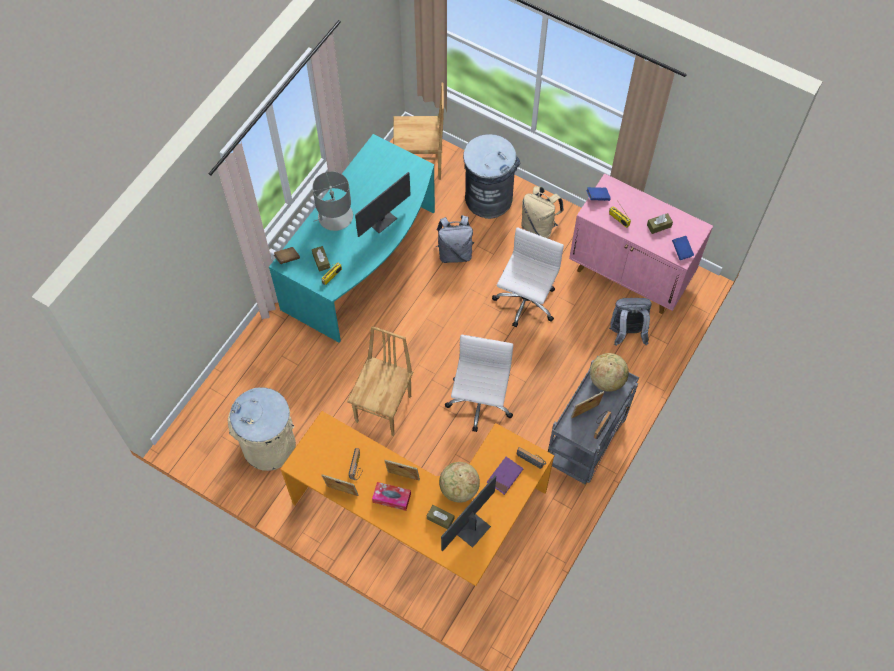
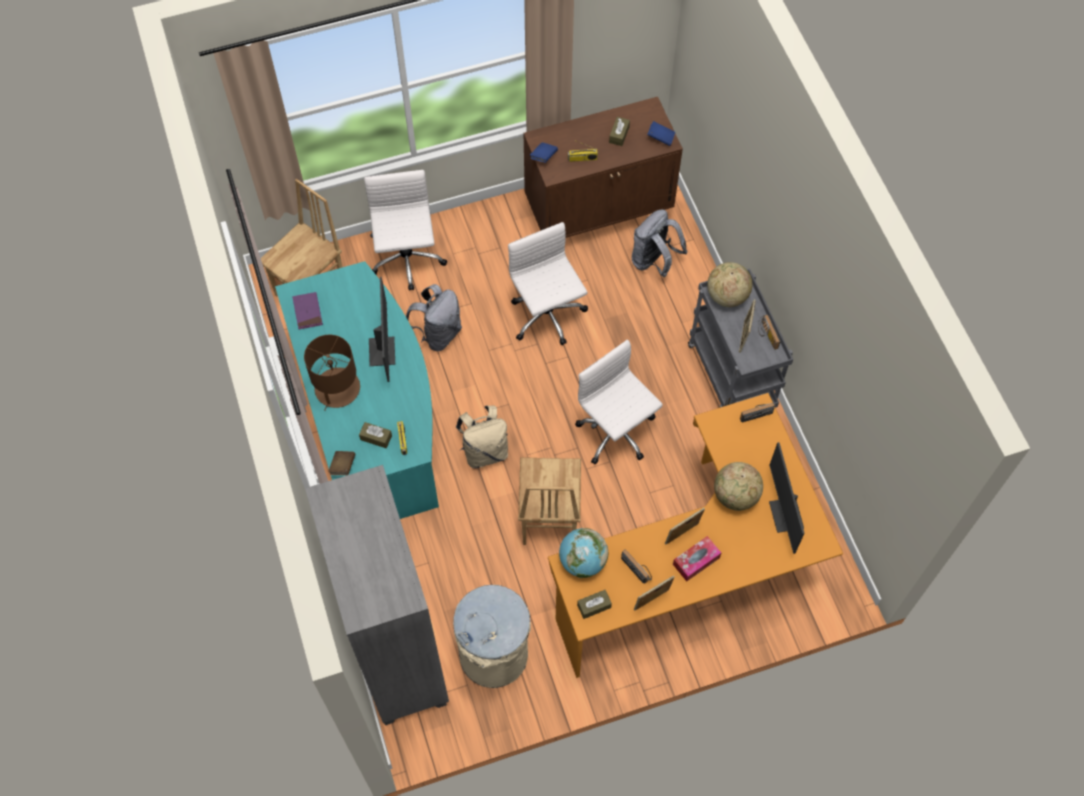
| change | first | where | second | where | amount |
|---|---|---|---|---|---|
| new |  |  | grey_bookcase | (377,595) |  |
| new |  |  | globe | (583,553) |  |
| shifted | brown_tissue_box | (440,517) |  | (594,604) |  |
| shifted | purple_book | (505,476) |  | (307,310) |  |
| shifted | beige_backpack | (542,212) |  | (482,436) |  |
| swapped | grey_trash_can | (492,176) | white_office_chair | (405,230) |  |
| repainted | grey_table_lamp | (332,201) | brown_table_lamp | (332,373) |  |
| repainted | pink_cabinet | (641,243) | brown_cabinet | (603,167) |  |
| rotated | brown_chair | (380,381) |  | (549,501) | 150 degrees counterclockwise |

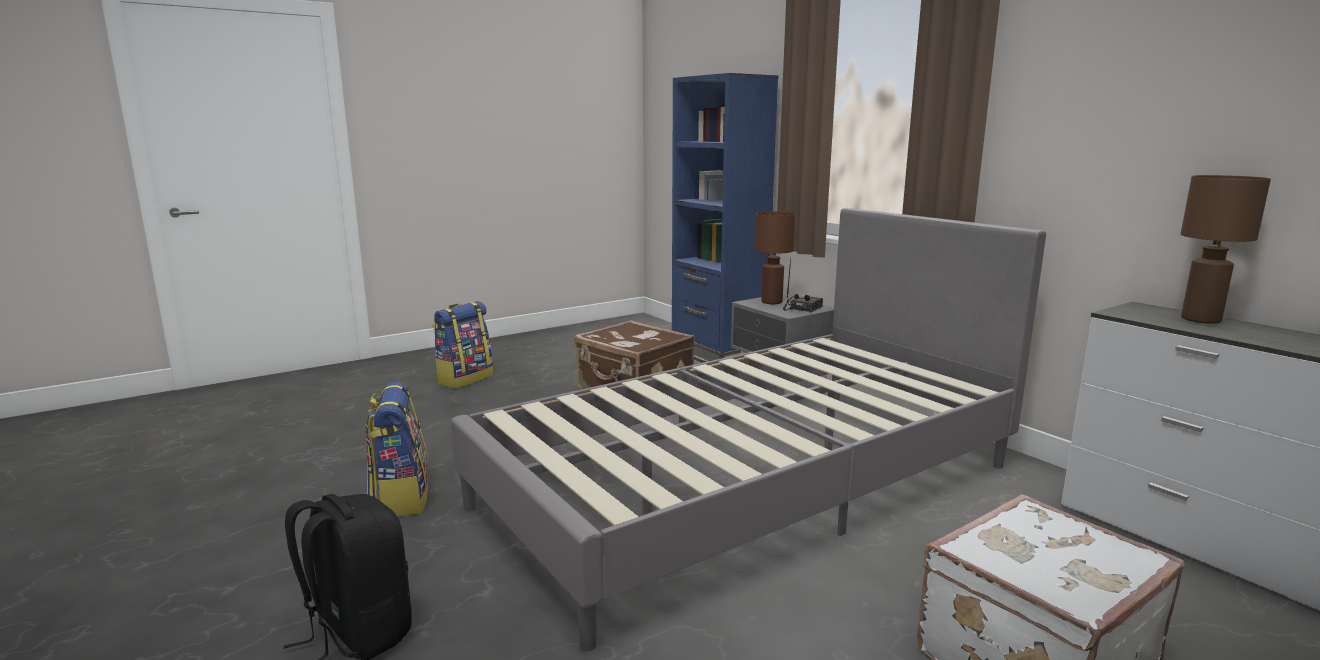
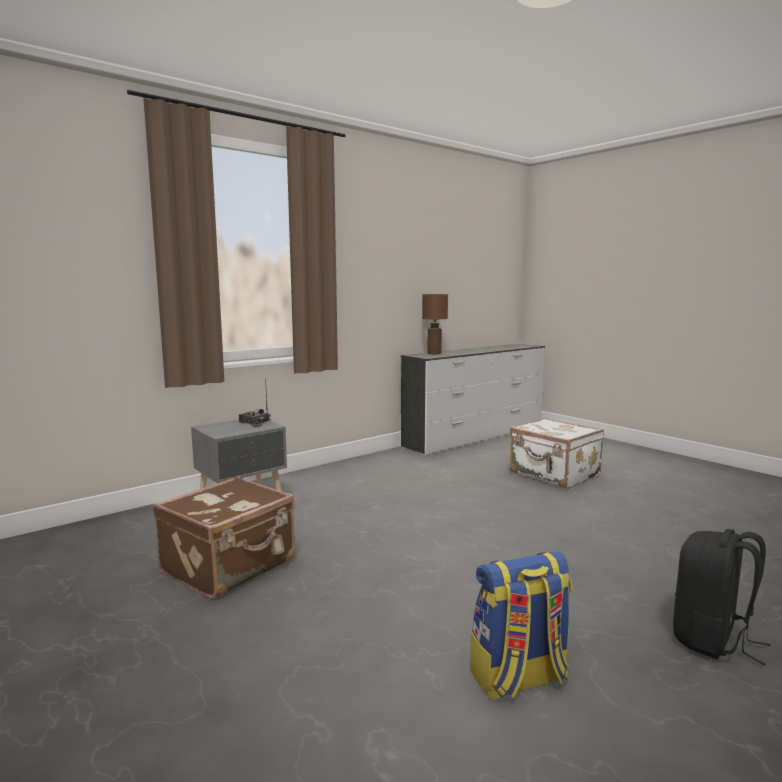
| change | first | where | second | where | amount |
|---|---|---|---|---|---|
| gone | backpack | (463,345) |  |  |  |
| gone | grey_bed | (748,430) |  |  |  |
| gone | blue_bookcase | (725,218) |  |  |  |
| gone | brown_table_lamp | (775,257) |  |  |  |

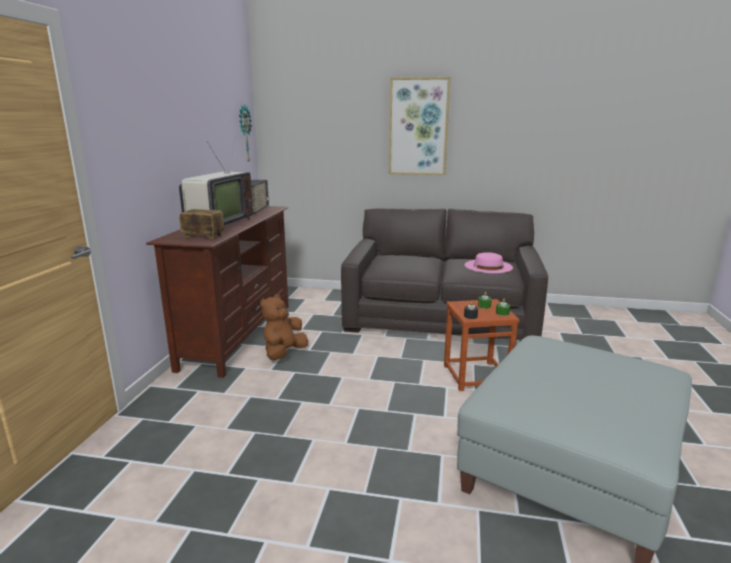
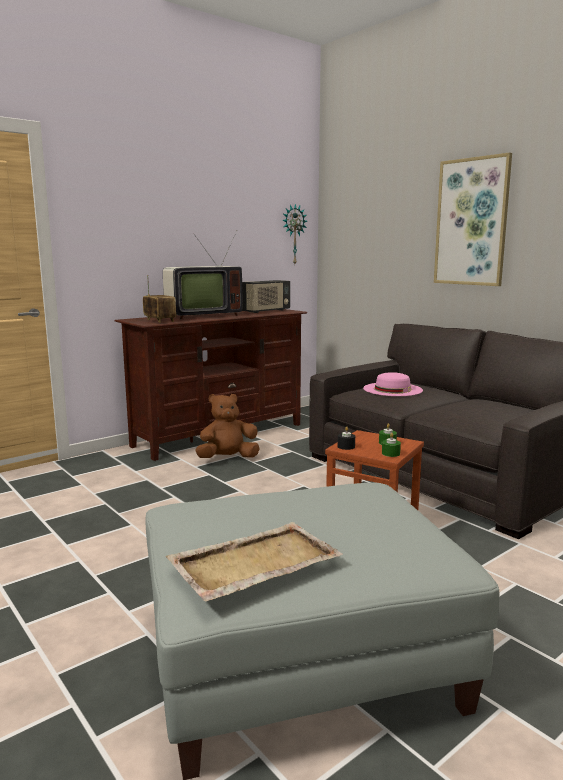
| change | first | where | second | where | amount |
|---|---|---|---|---|---|
| new |  |  | beige_tray | (254,561) |  |
| shifted | pink_hat | (489,262) |  | (393,384) |  |

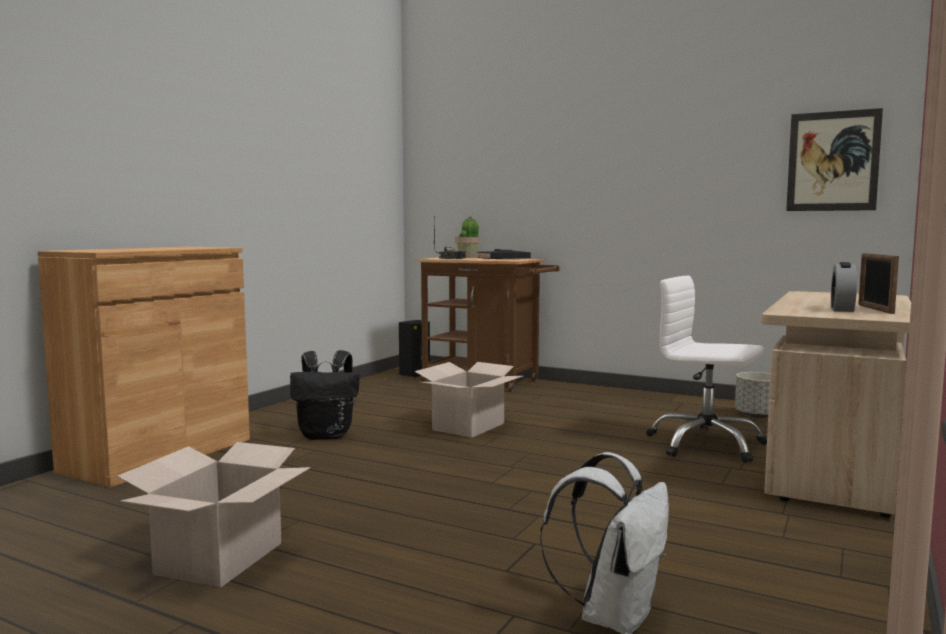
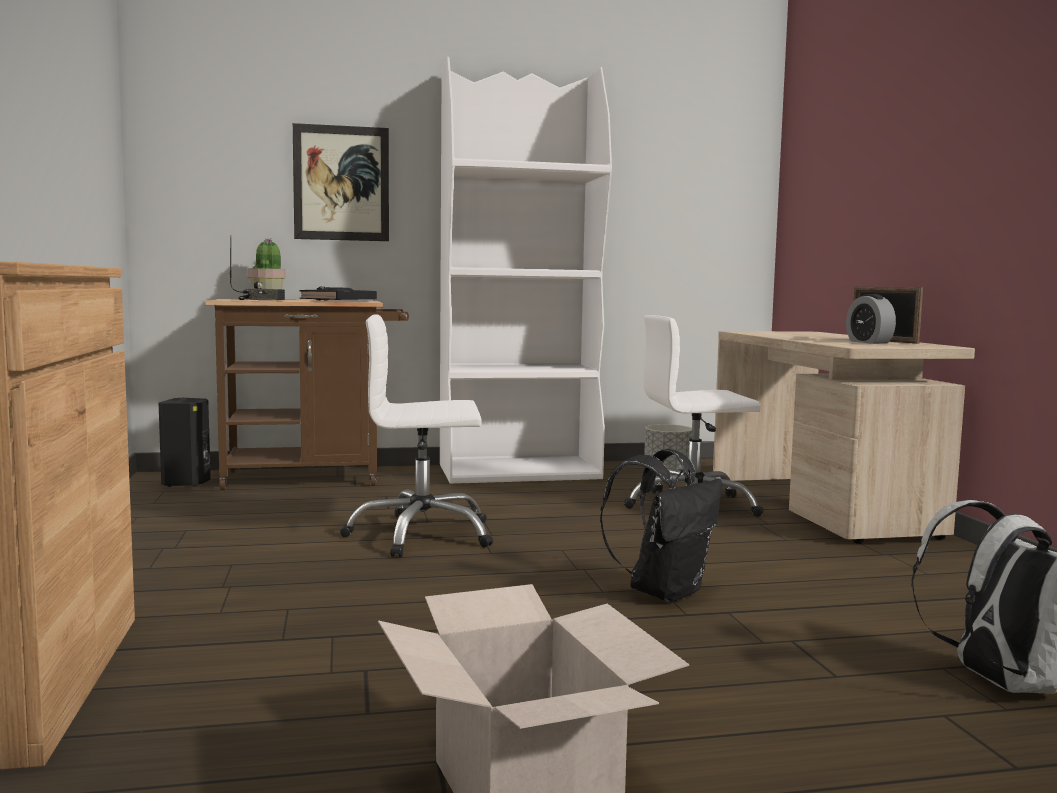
| change | first | where | second | where | amount |
|---|---|---|---|---|---|
| new |  |  | white_bookcase | (526,270) |  |
| shifted | black_backpack | (324,395) |  | (661,526) |  |
| shifted | picture | (834,159) |  | (341,182) |  |
| swapped | cardboard_box | (468,400) | white_office_chair | (416,435) |  |

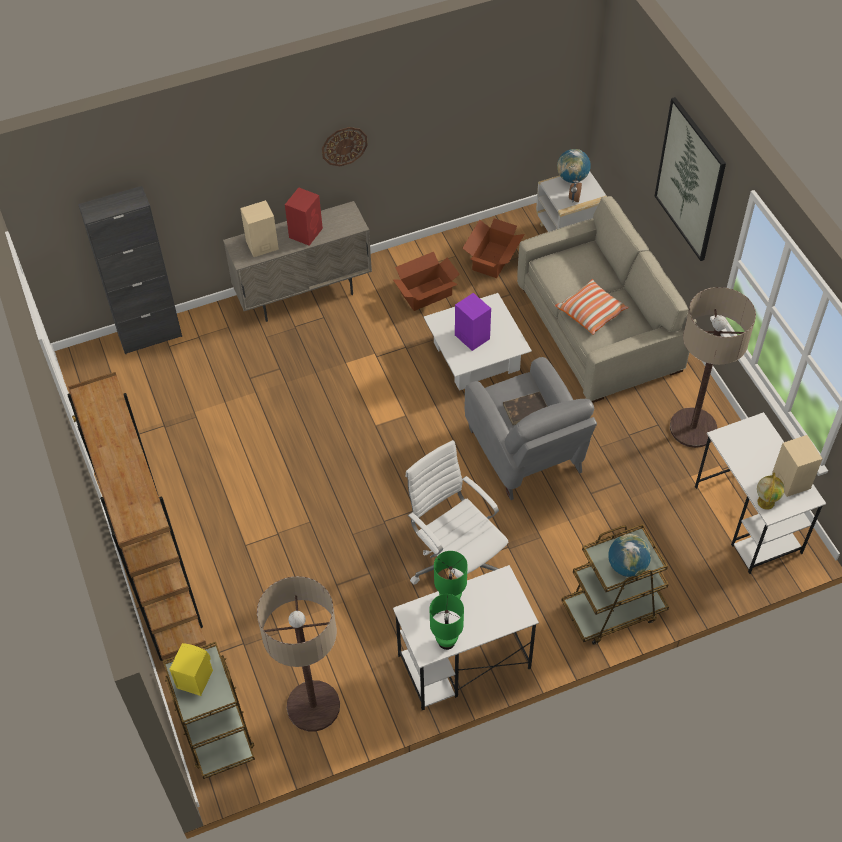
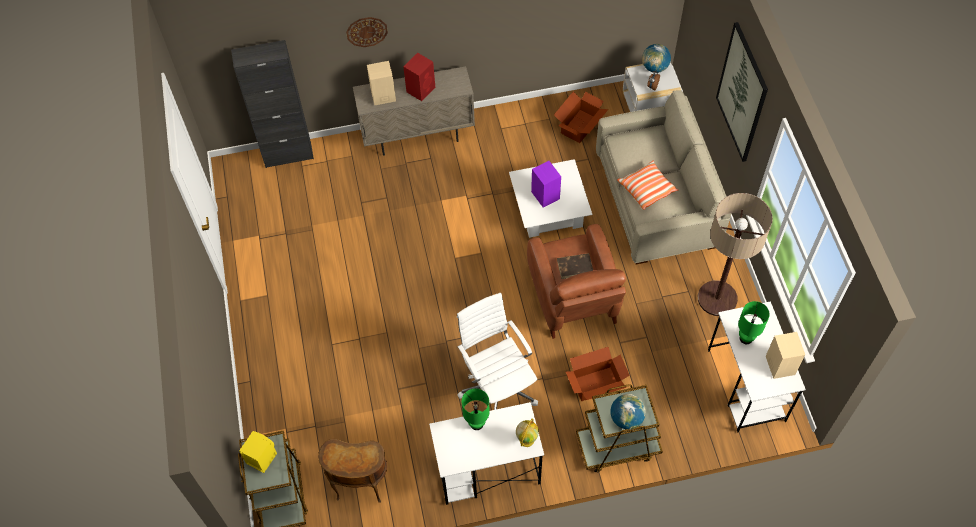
| change | first | where | second | where | amount |
|---|---|---|---|---|---|
| gone | brown_bookcase | (136,516) |  |  |  |
| shifted | wall_clock | (345,146) |  | (367,32) |  |
| shifted | cardboard_box | (426,281) |  | (598,374) |  |
| shifted | green_table_lamp | (447,622) |  | (754,322) |  |
| shifted | globe | (771,491) |  | (527,432) |  |
| swapped | floor_lamp | (298,654) | brown_side_table | (352,471) |  |
| repainted | grey_armchair | (531,428) | brown_armchair | (576,281) |  |

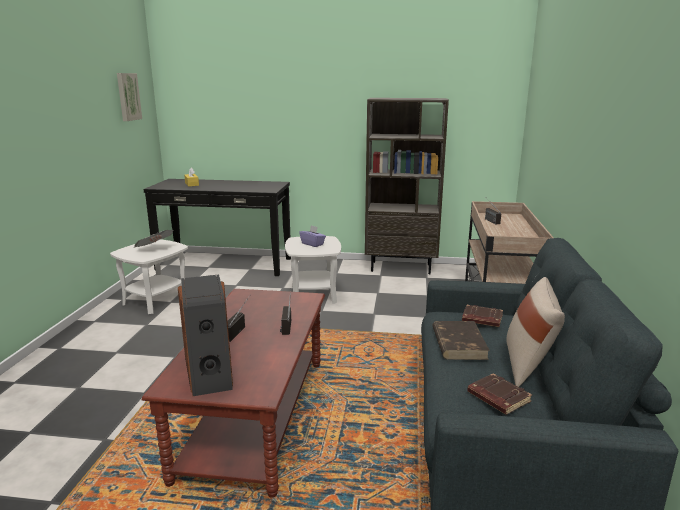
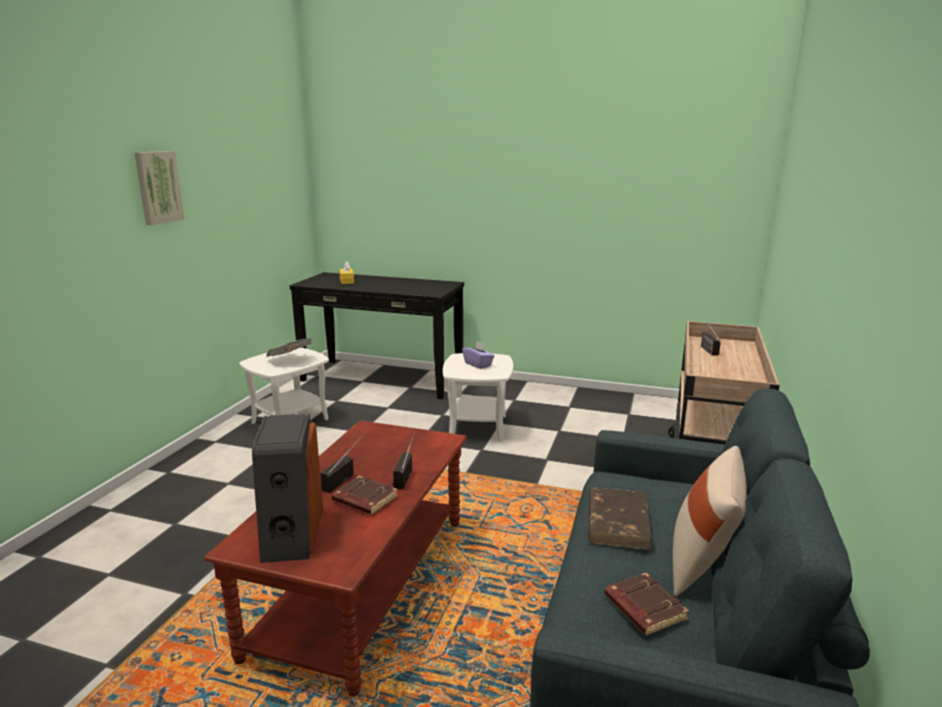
| change | first | where | second | where | amount |
|---|---|---|---|---|---|
| gone | brown_bookcase | (407,186) |  |  |  |
| shifted | picture | (129,97) |  | (159,188) |  |
| shifted | brown_book | (482,316) |  | (364,495) |  |

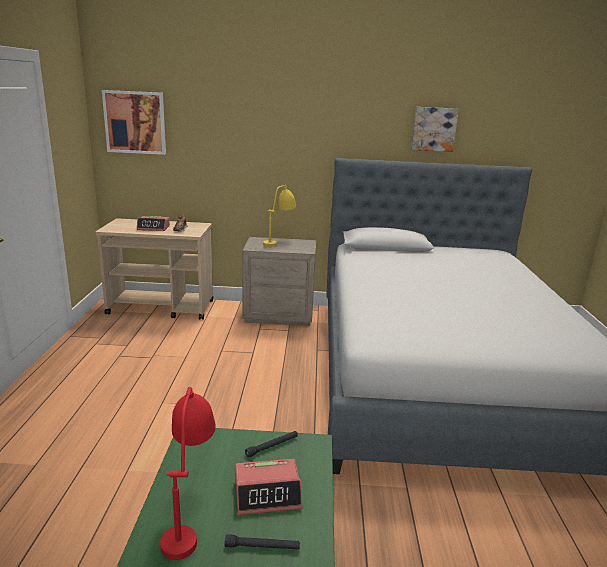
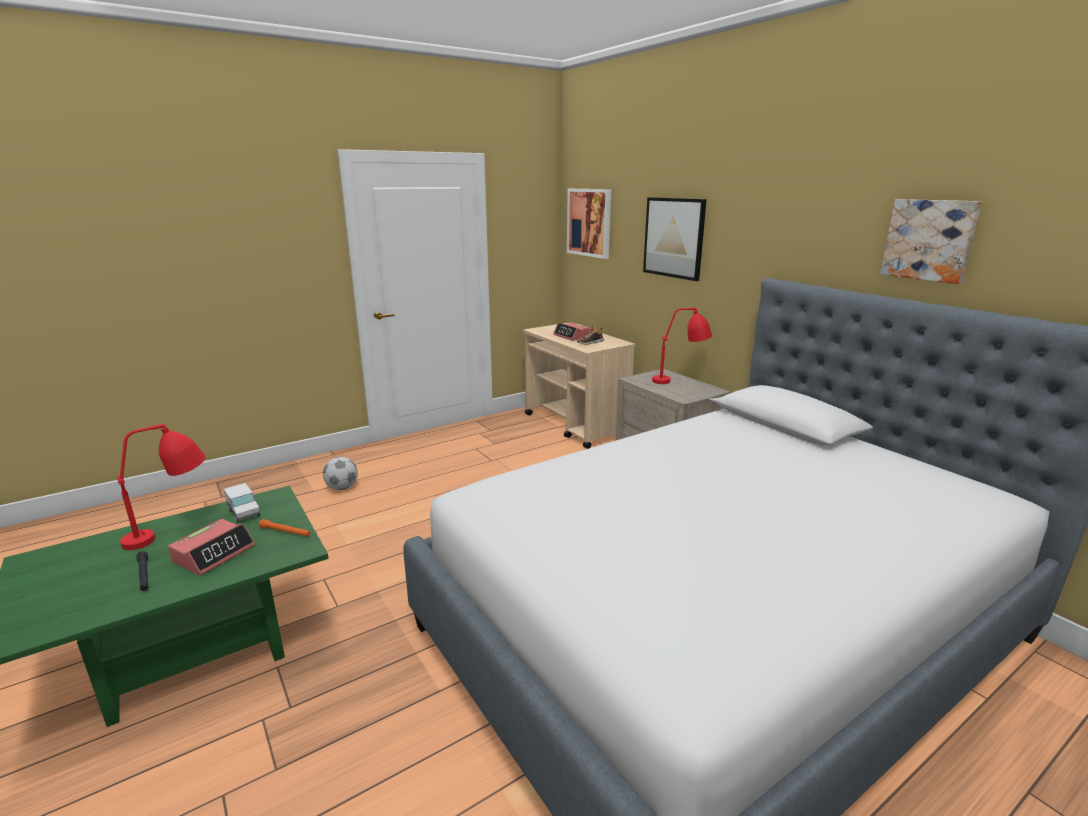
| change | first | where | second | where | amount |
|---|---|---|---|---|---|
| new |  |  | toy_truck | (242,502) |  |
| new |  |  | football | (340,473) |  |
| new |  |  | picture | (675,239) |  |
| repainted | black_flashlight | (271,444) | orange_flashlight | (284,528) |  |
| repainted | yellow_table_lamp | (279,216) | red_table_lamp | (682,346) |  |
| rotated | alarm_clock | (268,487) |  | (211,547) | 105 degrees counterclockwise |

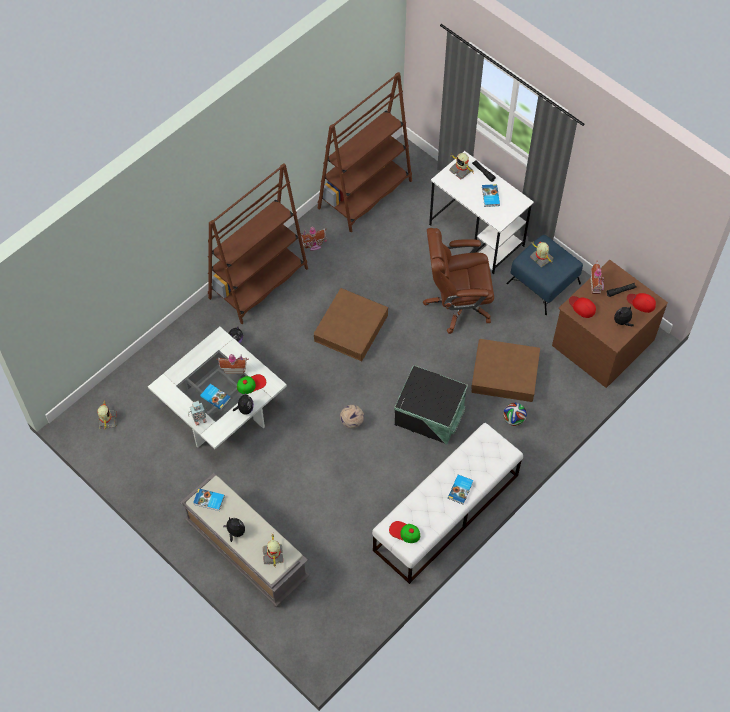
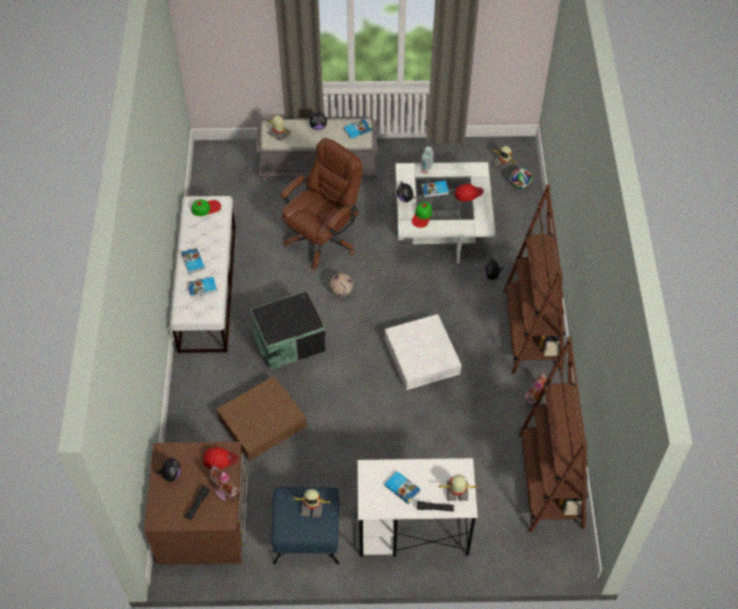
| change | first | where | second | where | amount |
|---|---|---|---|---|---|
| gone | toy_house | (232,364) |  |  |  |
| new |  |  | book | (202,287) |  |
| shifted | brown_office_chair | (458,281) |  | (321,204) |  |
| shifted | football | (515,414) |  | (521,178) |  |
| shifted | red_cap | (641,303) |  | (469,192) |  |
| repainted | brown_storage_box | (351,324) | white_storage_box | (422,352) |  |

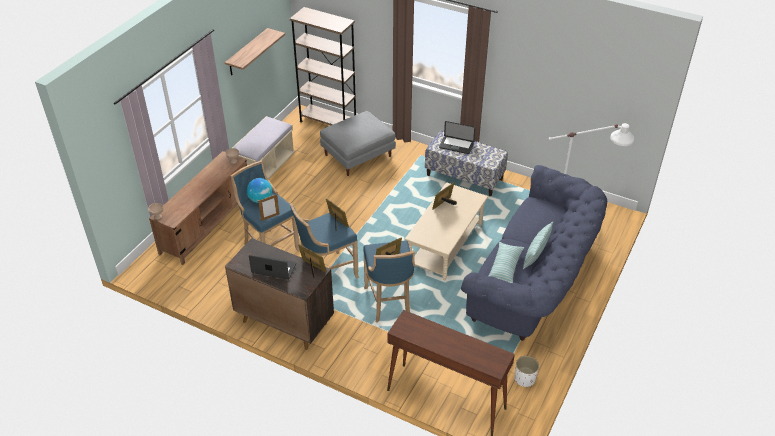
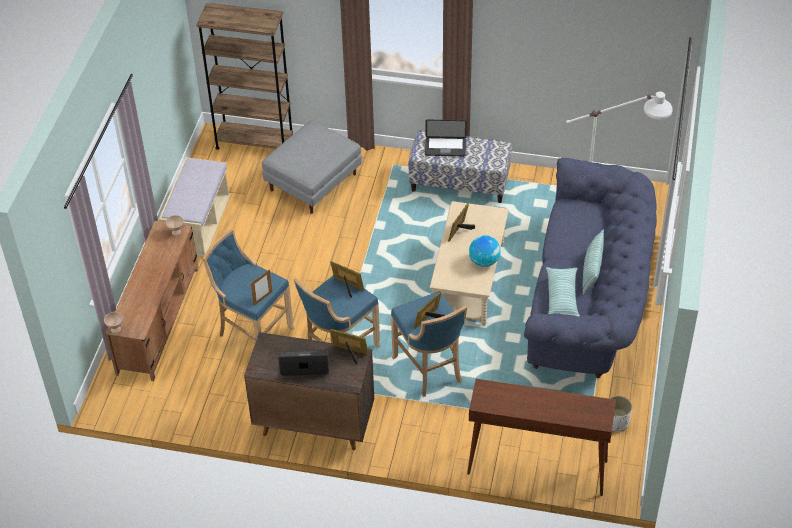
| change | first | where | second | where | amount |
|---|---|---|---|---|---|
| gone | shelf | (255,51) |  |  |  |
| shifted | globe | (259,190) |  | (484,251) |  |

